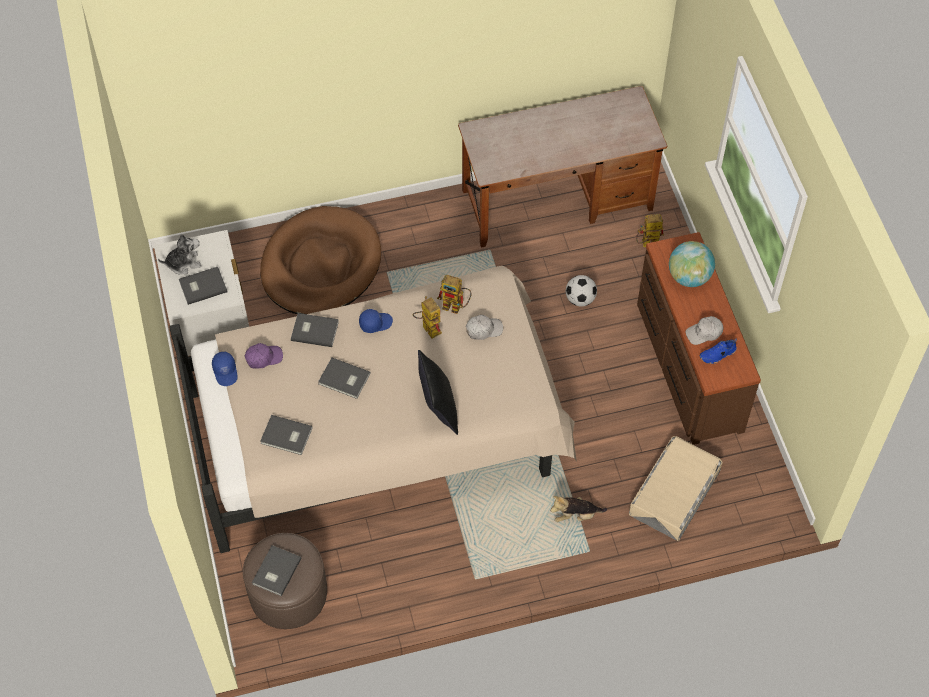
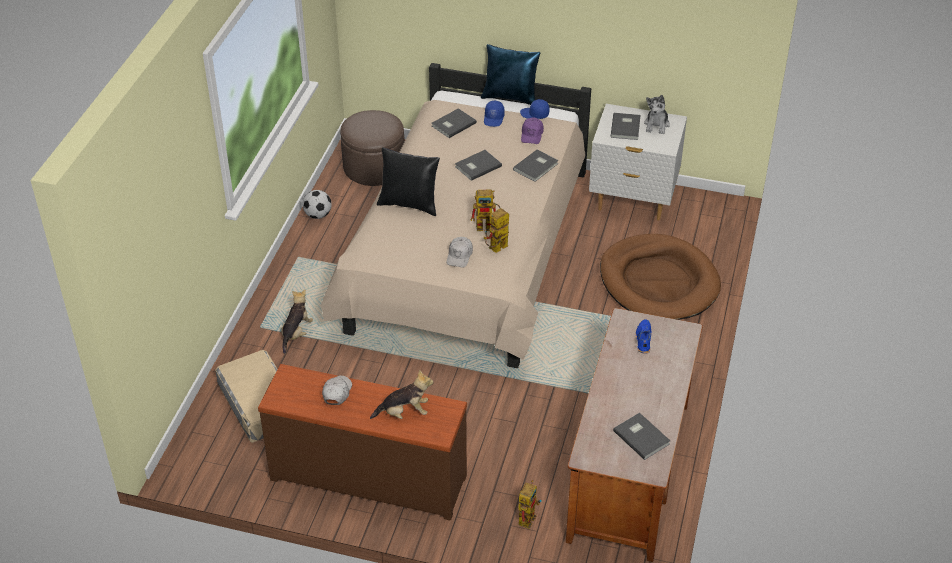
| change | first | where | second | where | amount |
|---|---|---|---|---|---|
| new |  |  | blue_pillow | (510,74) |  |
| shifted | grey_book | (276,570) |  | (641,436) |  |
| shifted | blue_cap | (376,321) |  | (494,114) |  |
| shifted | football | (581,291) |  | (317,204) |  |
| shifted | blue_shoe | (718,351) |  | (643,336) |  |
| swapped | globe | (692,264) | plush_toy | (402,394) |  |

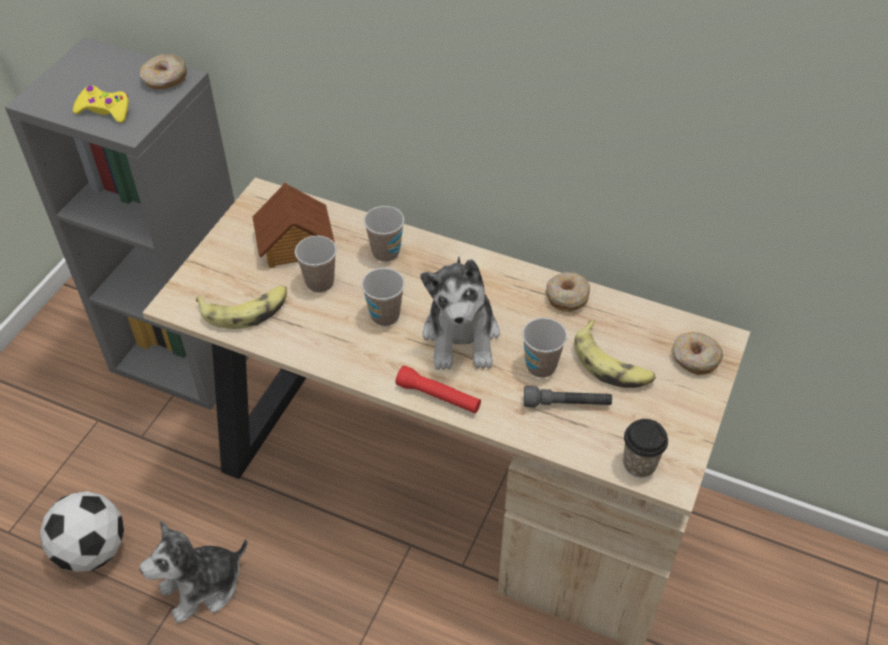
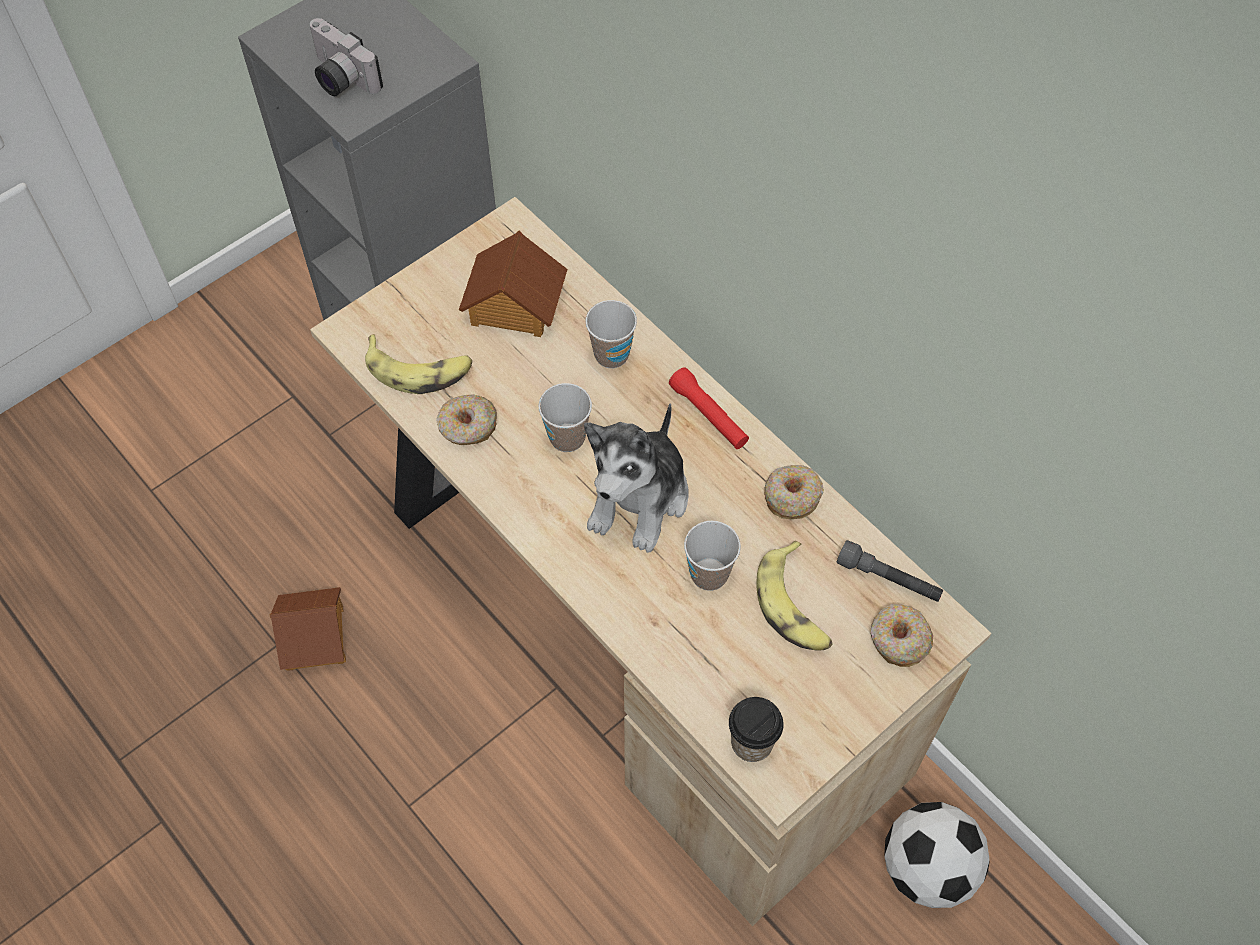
| change | first | where | second | where | amount |
|---|---|---|---|---|---|
| gone | cup | (316,264) |  |  |  |
| shifted | football | (82,531) |  | (937,855) |  |
| shifted | donut | (163,71) |  | (466,419) |  |
| shifted | red_flashlight | (438,389) |  | (709,408) |  |
| shifted | grey_flashlight | (568,397) |  | (890,571) |  |
| swapped | yellow_game_controller | (101,104) | photo_camera | (346,57) |  |
| swapped | plush_toy | (193,572) | toy_house | (308,629) |  |

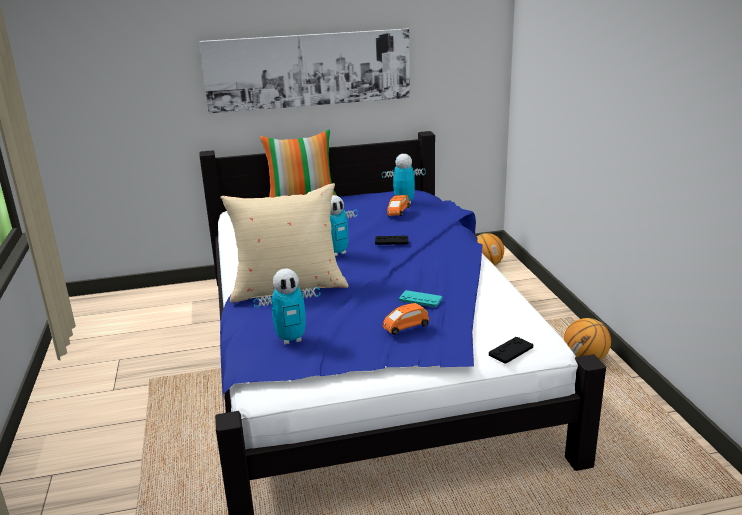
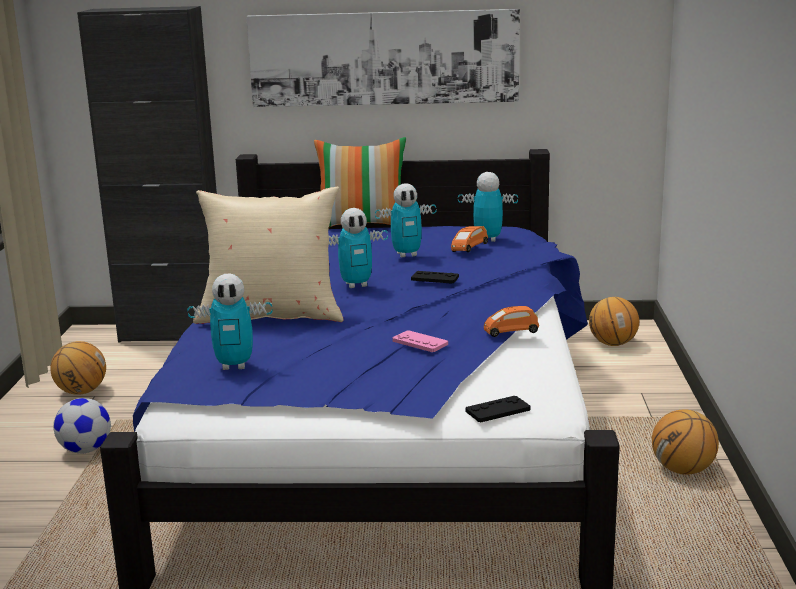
| change | first | where | second | where | amount |
|---|---|---|---|---|---|
| new |  |  | basketball | (78,368) |  |
| new |  |  | football | (82,425) |  |
| new |  |  | black_cabinet | (147,174) |  |
| new |  |  | toy_robot | (405,220) |  |
| shifted | orange_toy_car | (406,319) |  | (511,321) |  |
| repainted | turquoise_game_controller | (420,298) | pink_game_controller | (420,341) |  |

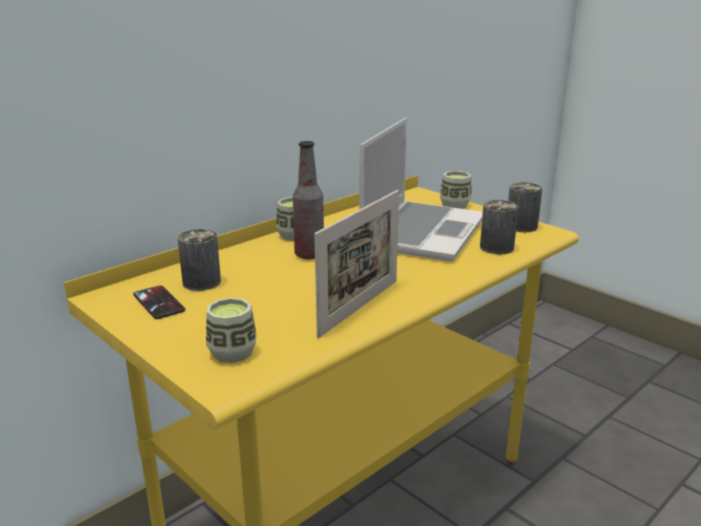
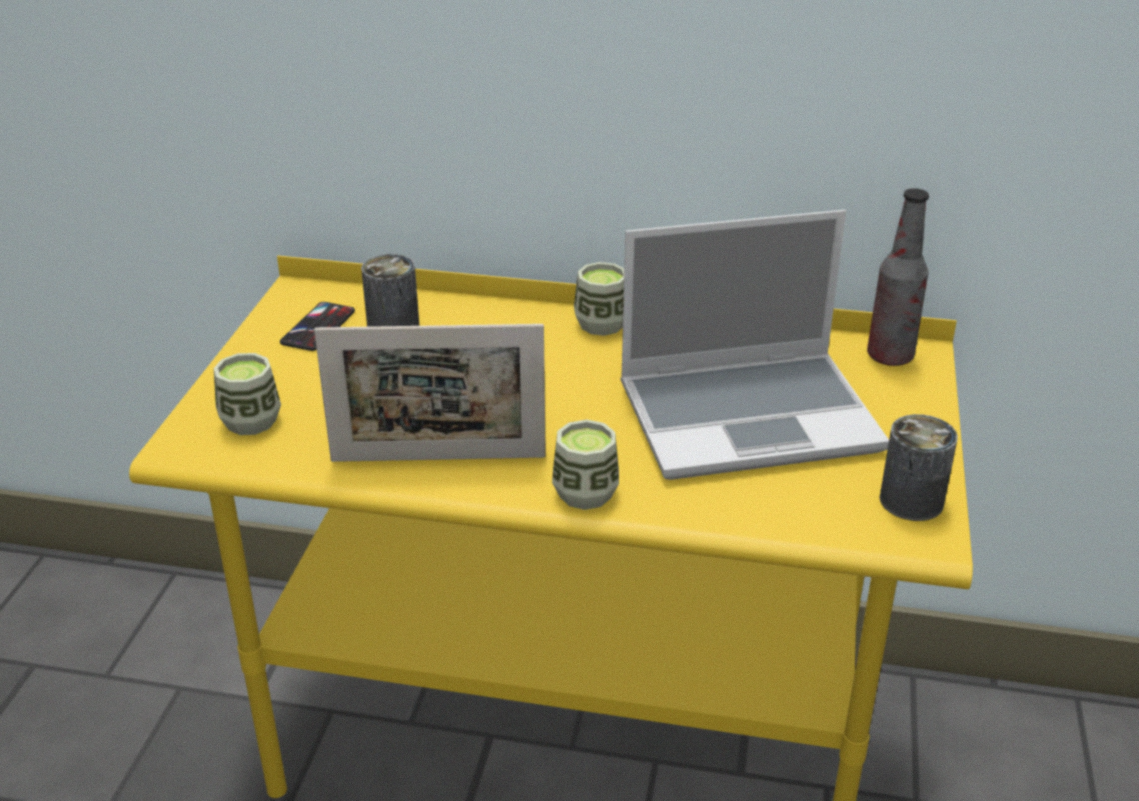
| change | first | where | second | where | amount |
|---|---|---|---|---|---|
| gone | can | (499,227) |  |  |  |
| shifted | bottle | (308,200) |  | (898,277) |  |
| shifted | cup | (456,190) |  | (585,464) |  |

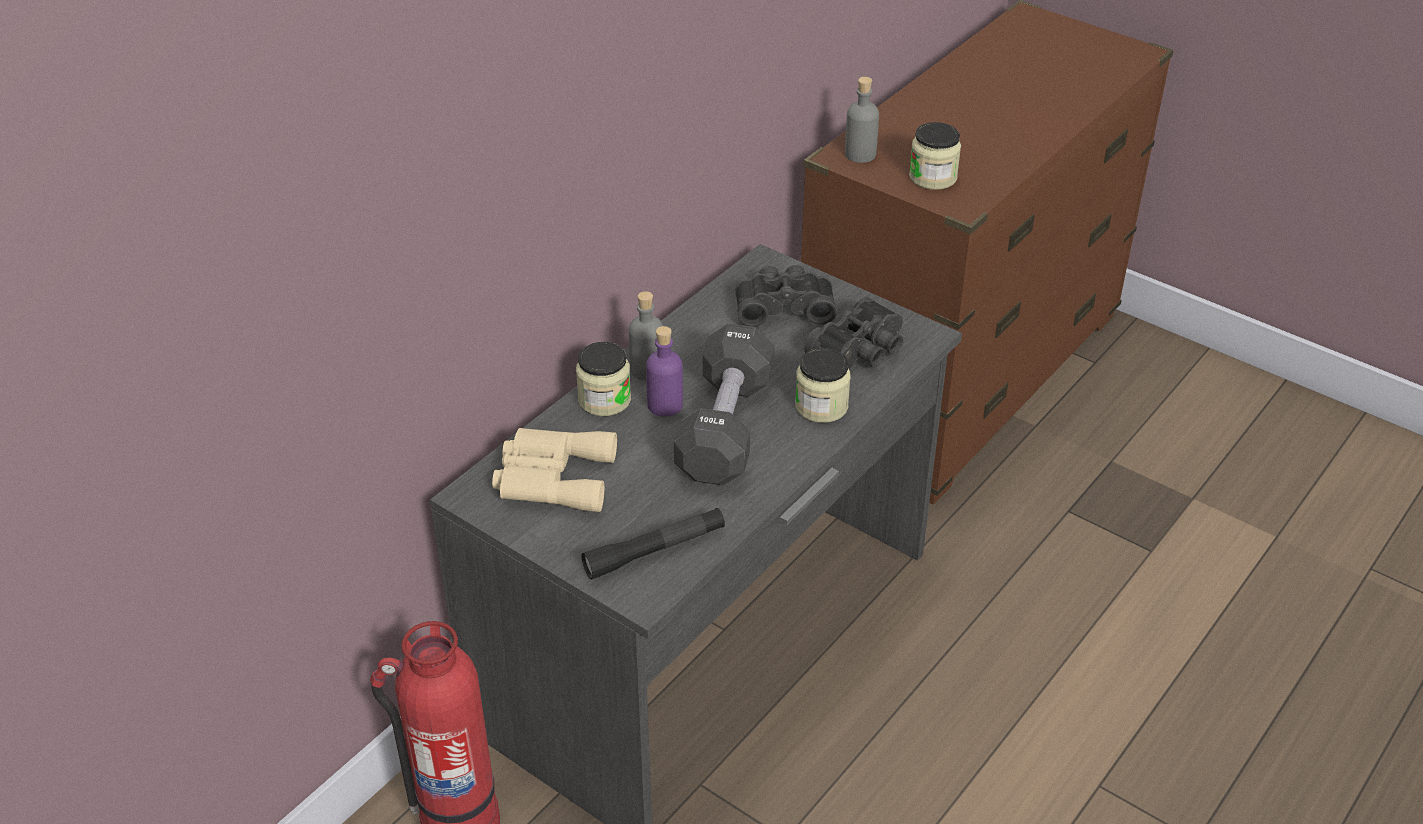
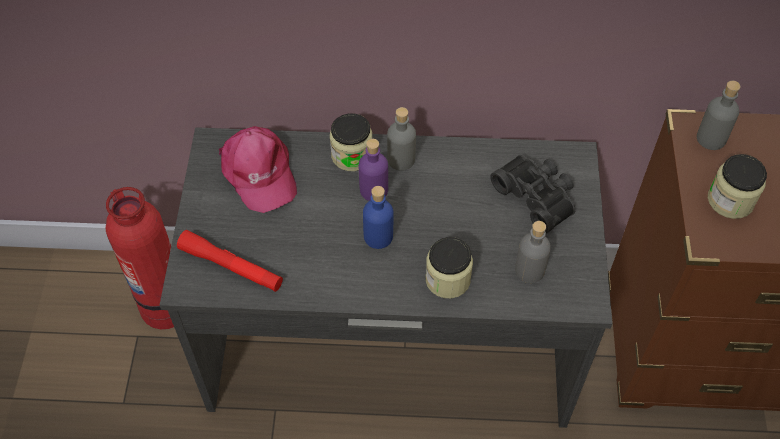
| change | first | where | second | where | amount |
|---|---|---|---|---|---|
| swapped | beige_binoculars | (554,470) | pink_cap | (258,169) |  |
| swapped | black_dumbbell | (724,404) | blue_bottle | (378,217) |  |
| swapped | black_binoculars | (853,333) | grey_bottle | (533,252) |  |
| repainted | black_flashlight | (653,543) | red_flashlight | (230,261) |  |

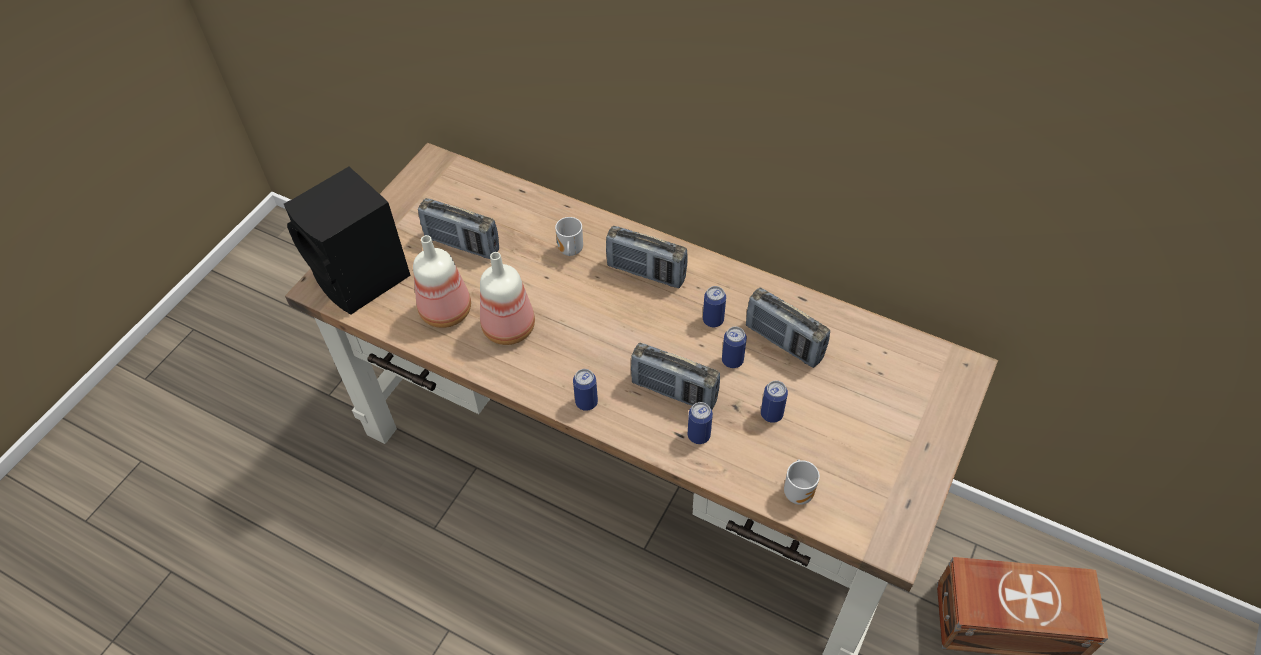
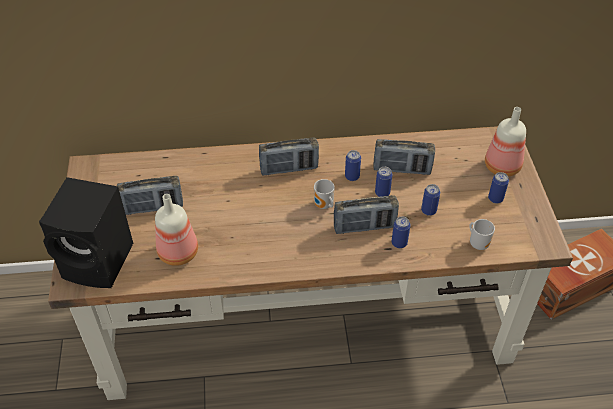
| change | first | where | second | where | amount |
|---|---|---|---|---|---|
| shifted | bottle | (507,298) |  | (505,142) |  |
| shifted | mug | (569,236) |  | (324,194) |  |
| shifted | can | (585,390) |  | (498,187) |  |

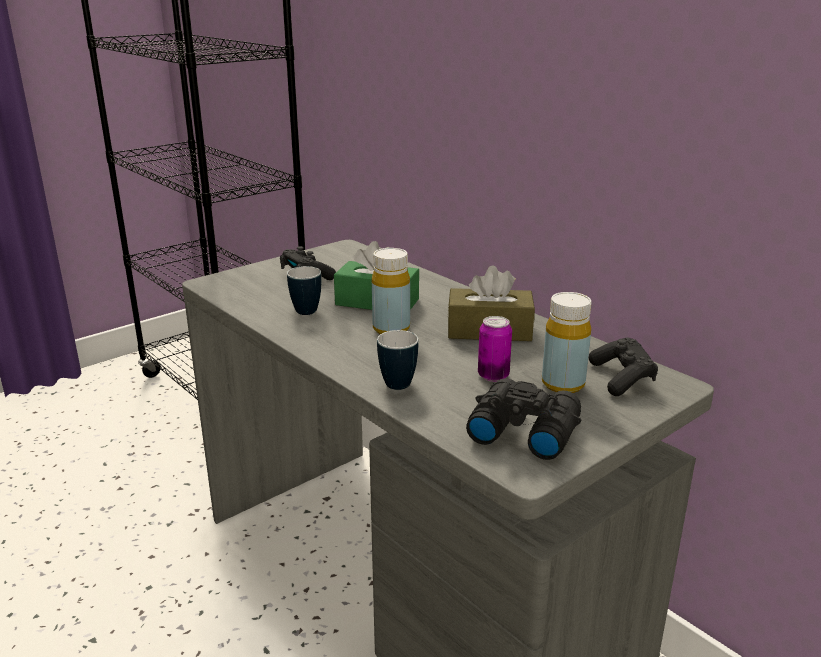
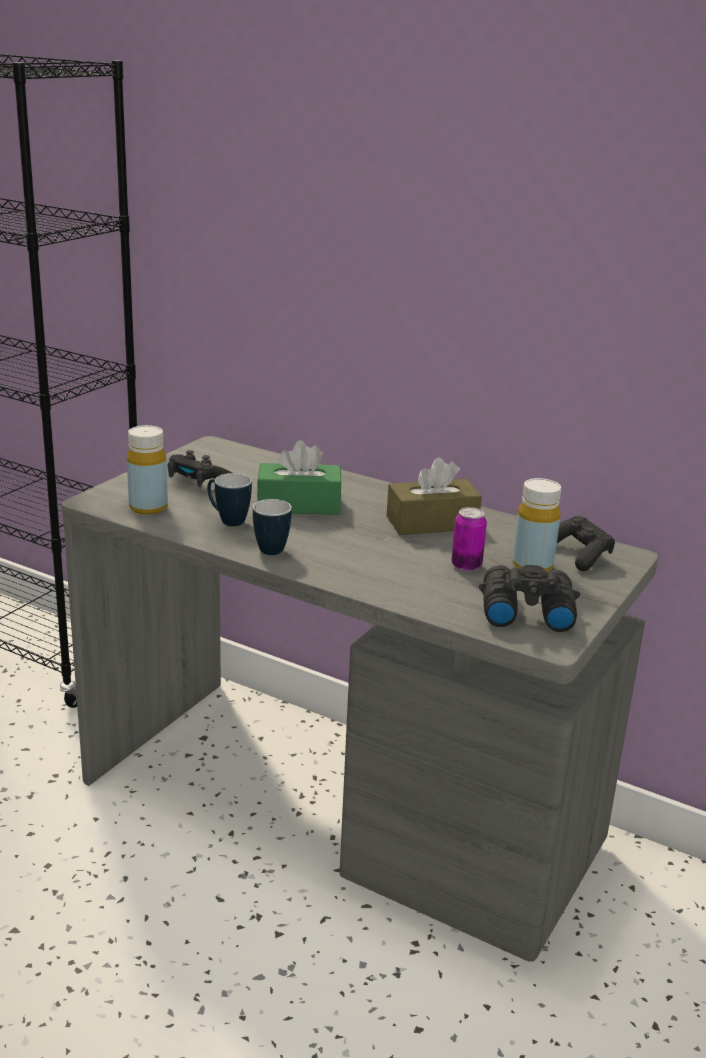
| change | first | where | second | where | amount |
|---|---|---|---|---|---|
| shifted | yellow_bottle | (391,291) |  | (147,470) |  |
| shifted | mug | (397,360) |  | (272,527) |  |

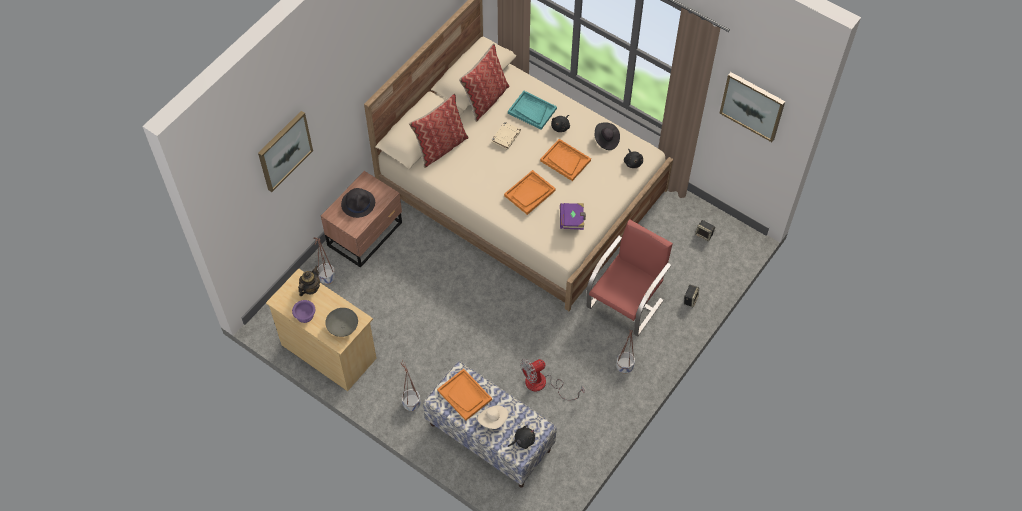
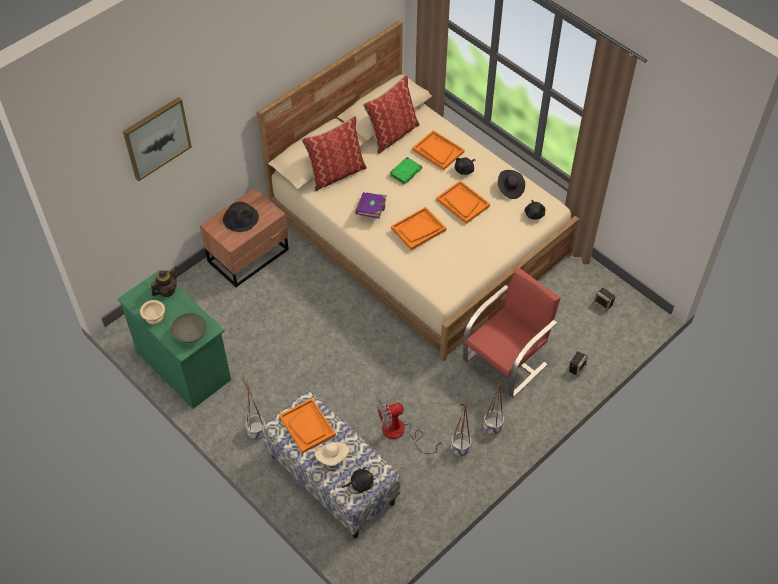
| change | first | where | second | where | amount |
|---|---|---|---|---|---|
| gone | picture | (752,107) |  |  |  |
| shifted | planter | (324,260) |  | (461,429) |  |
| shifted | purple_book | (573,216) |  | (371,205) |  |
| repainted | beige_dresser | (321,329) | green_dresser | (174,339) |  |
| repainted | purple_bowl | (303,311) | beige_bowl | (152,312) |  |
| repainted | beige_book | (506,136) | green_book | (405,171) |  |
| repainted | turquoise_tray | (532,110) | orange_tray | (438,150) |  |

